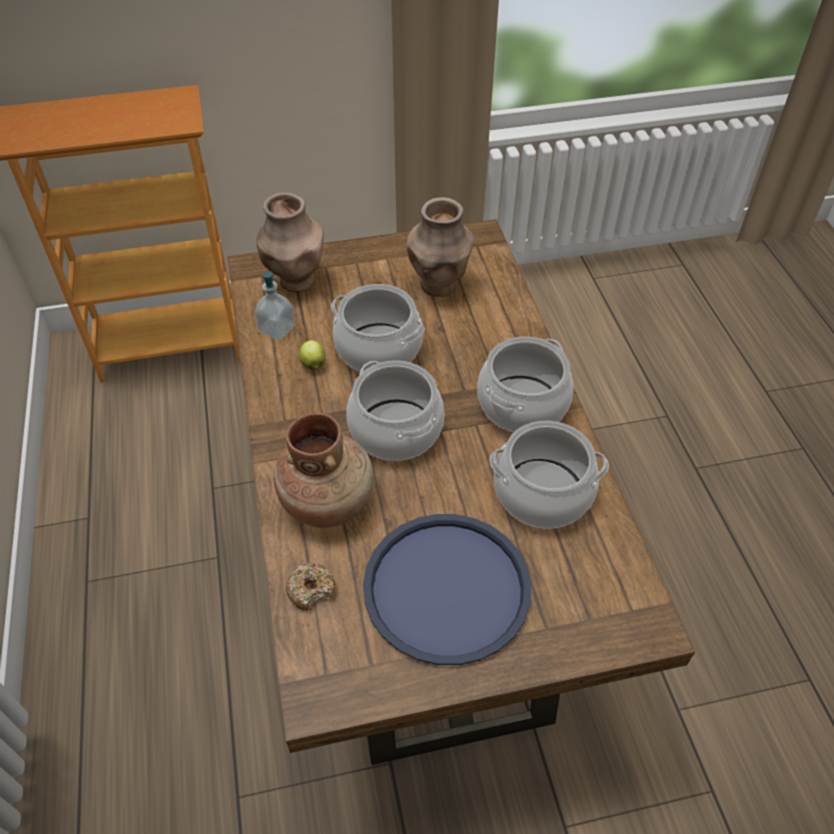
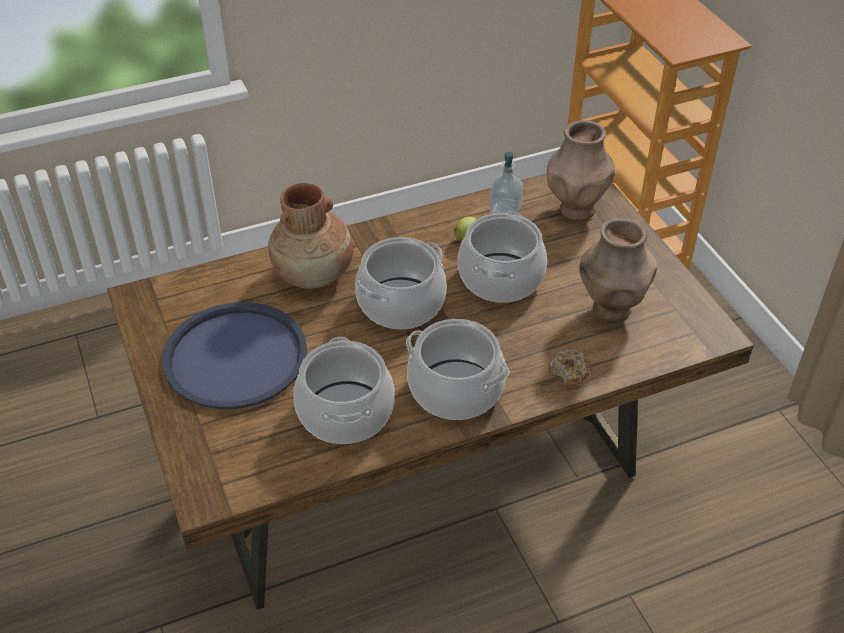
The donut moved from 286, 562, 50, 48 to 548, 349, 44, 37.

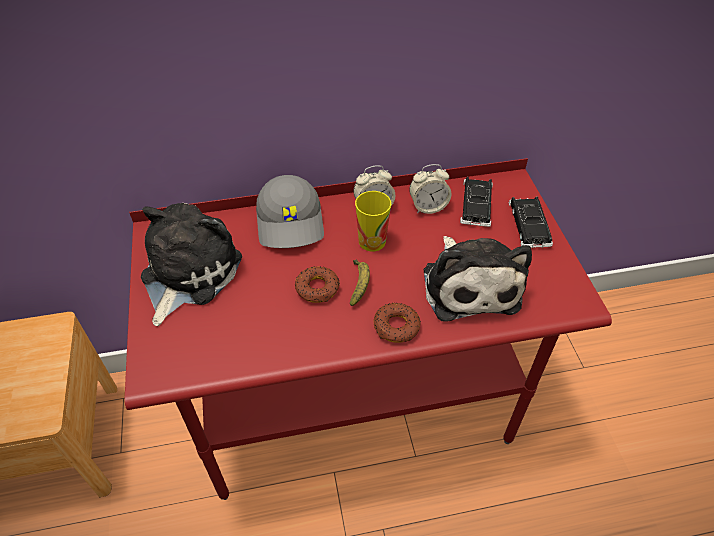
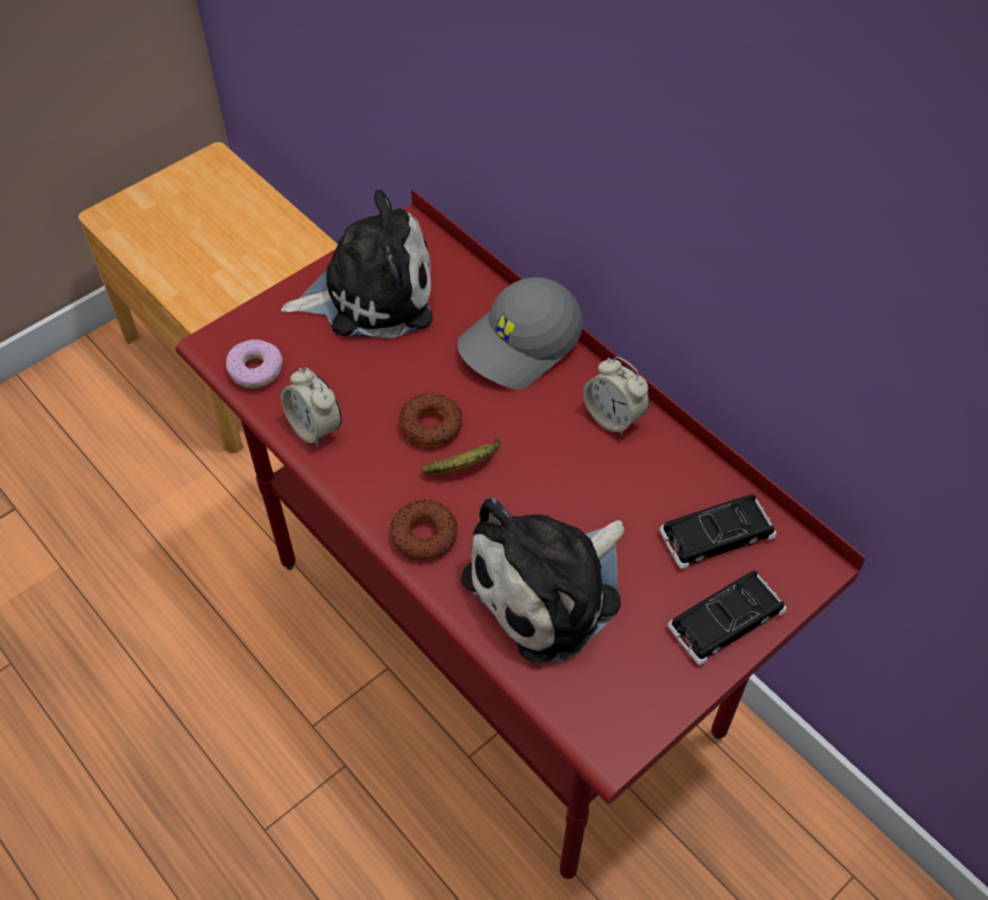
The donut at 226, 339, 57, 49 appeared.
The alarm clock moved from 409, 164, 42, 50 to 281, 367, 61, 80.
The cup at 355, 191, 36, 61 disappeared.

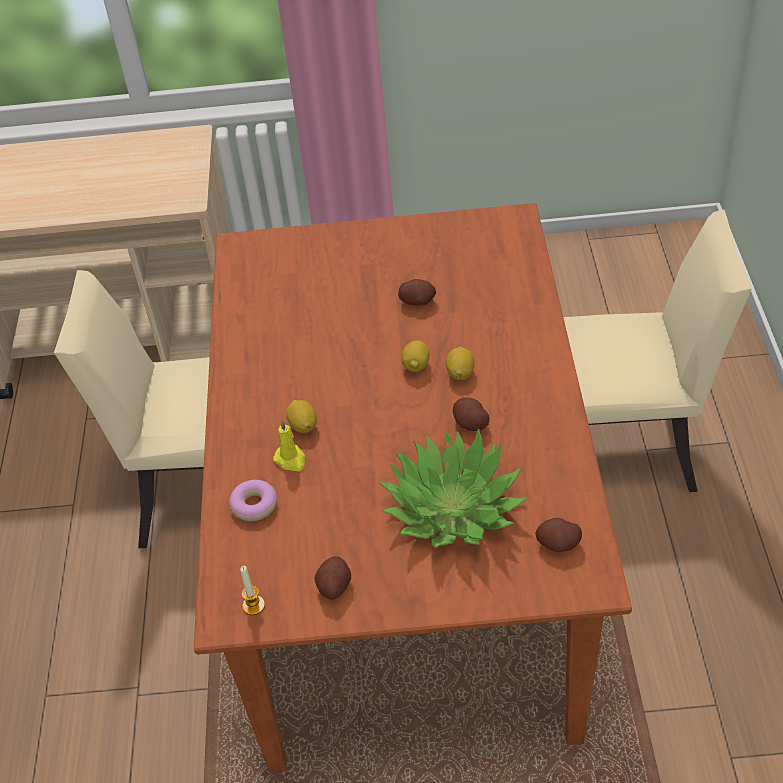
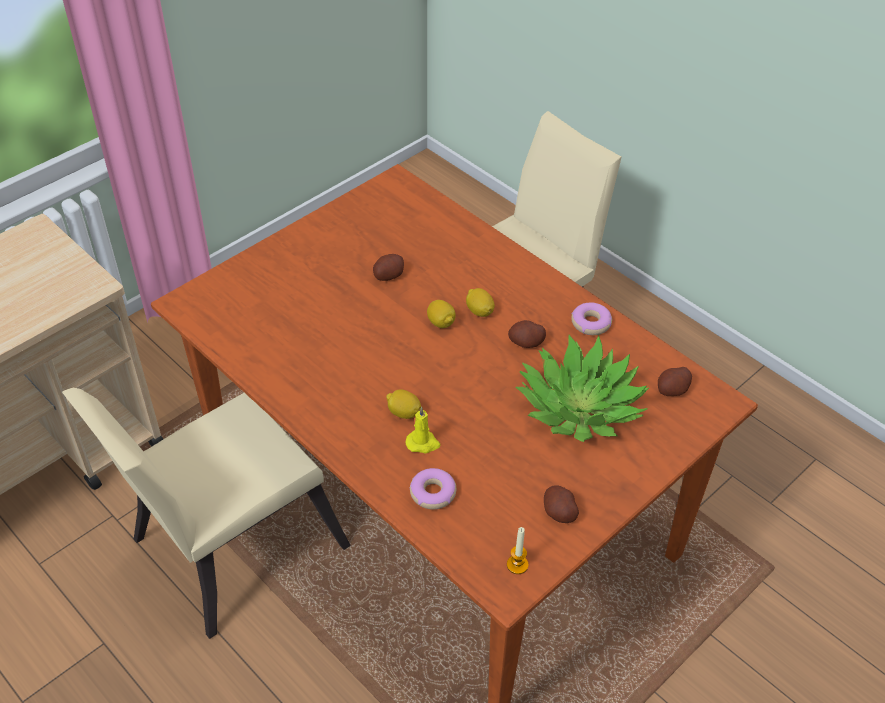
The donut at 571, 302, 41, 33 appeared.

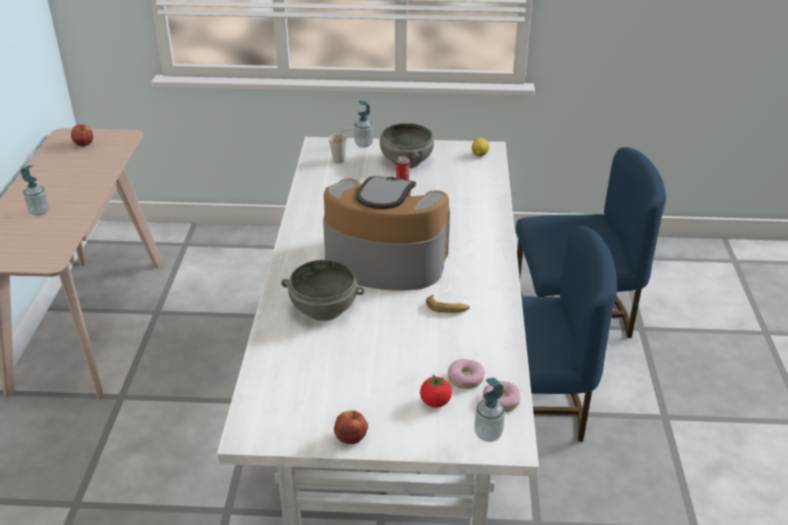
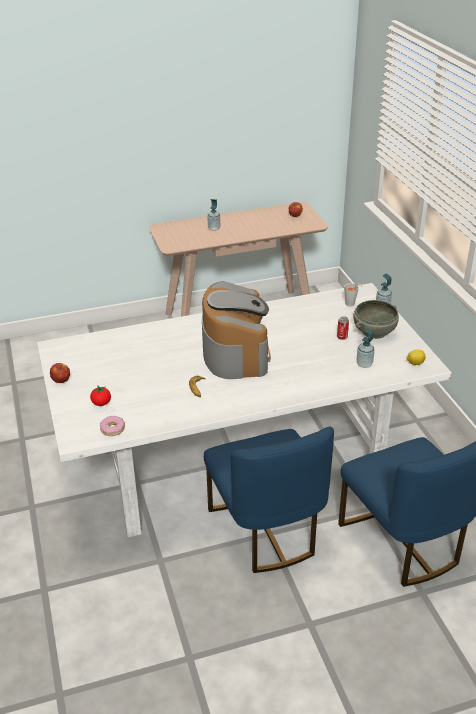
The soap dispenser moved from 474, 378, 31, 64 to 356, 327, 19, 41.
The grey bowl at 281, 260, 84, 61 disappeared.
The donut at 448, 359, 37, 30 disappeared.

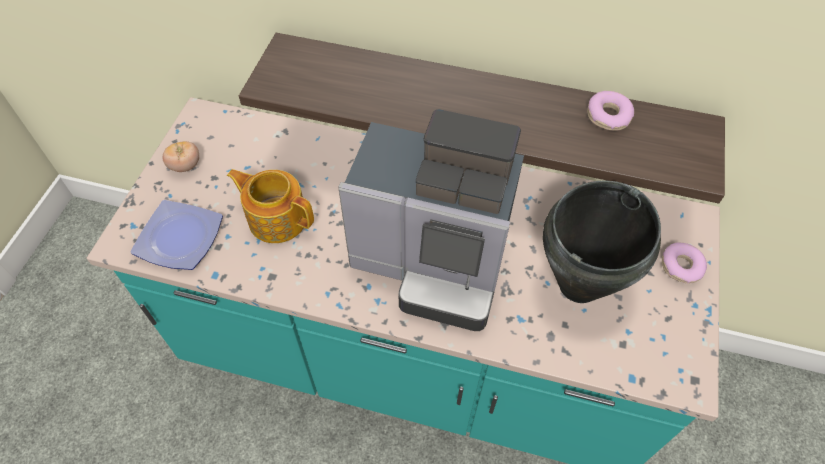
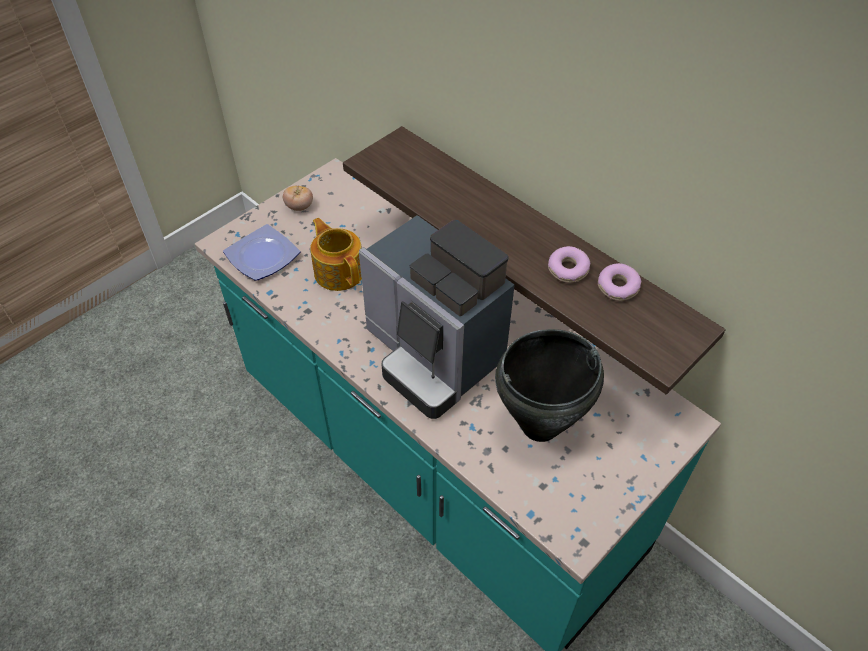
The donut moved from 662, 242, 45, 41 to 548, 246, 42, 37.

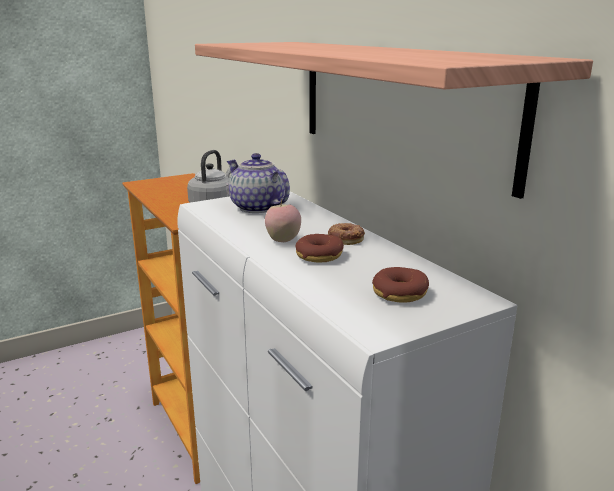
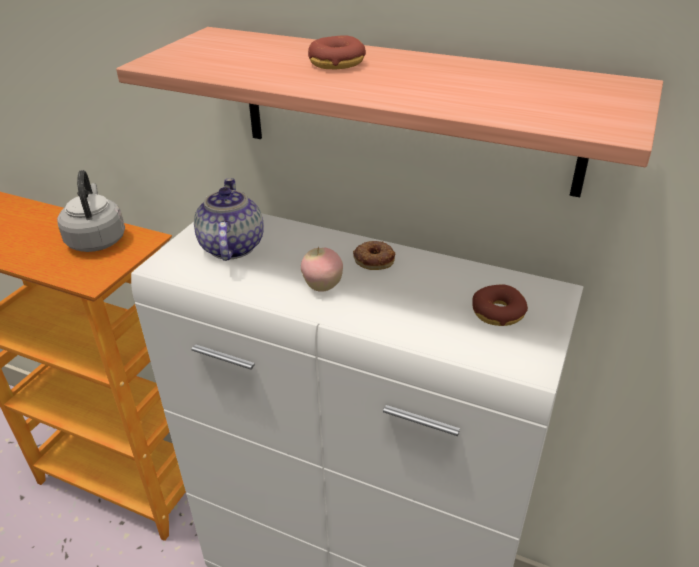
The teapot at 227, 153, 63, 60 turned 75 degrees clockwise.
The donut moved from 295, 234, 49, 29 to 308, 35, 58, 35.

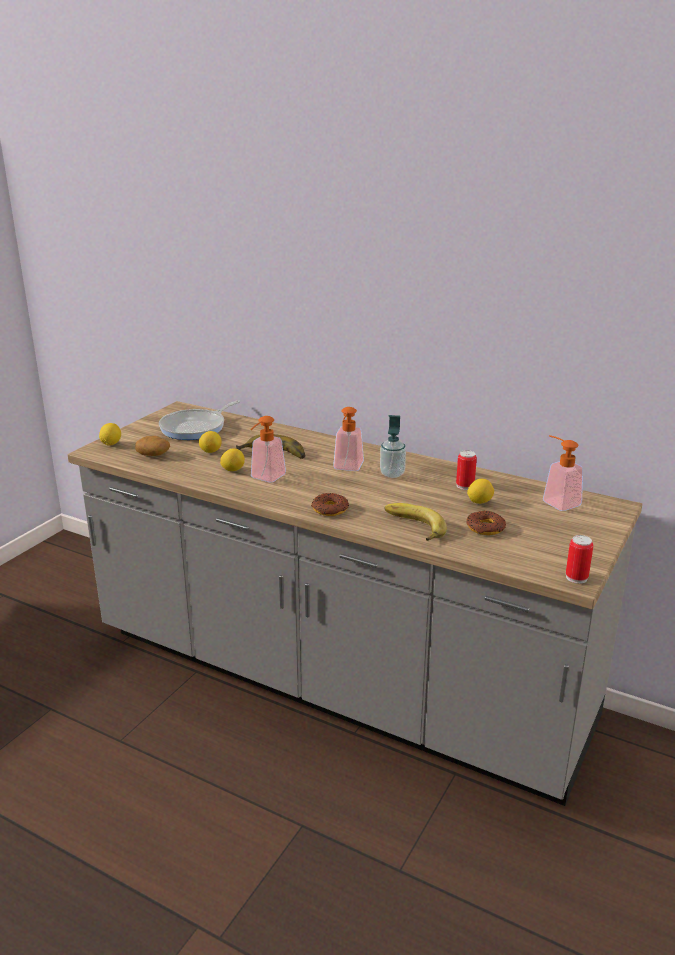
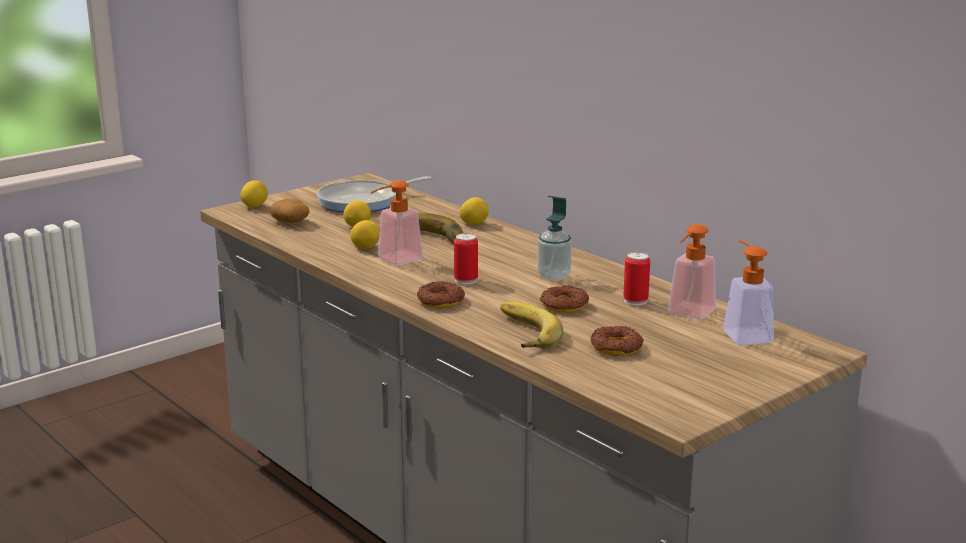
The can moved from 566, 535, 27, 49 to 454, 233, 24, 52.
The lemon moved from 467, 479, 27, 25 to 459, 197, 30, 28.
The donut at 540, 285, 49, 28 appeared.
The soap dispenser moved from 333, 407, 31, 64 to 668, 224, 48, 95.

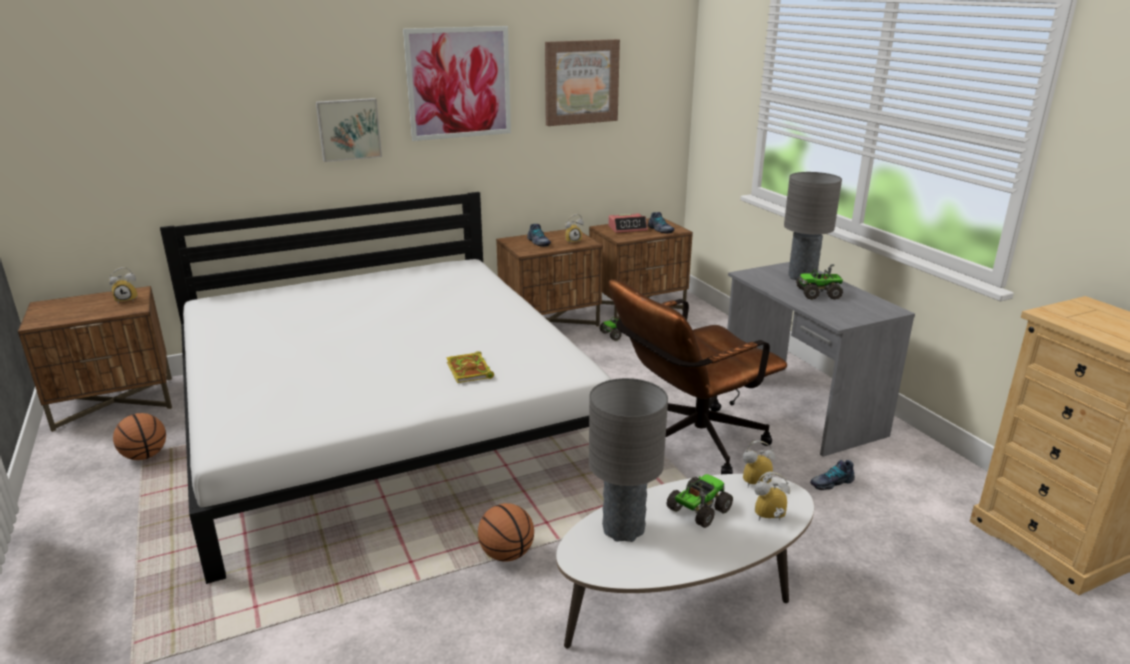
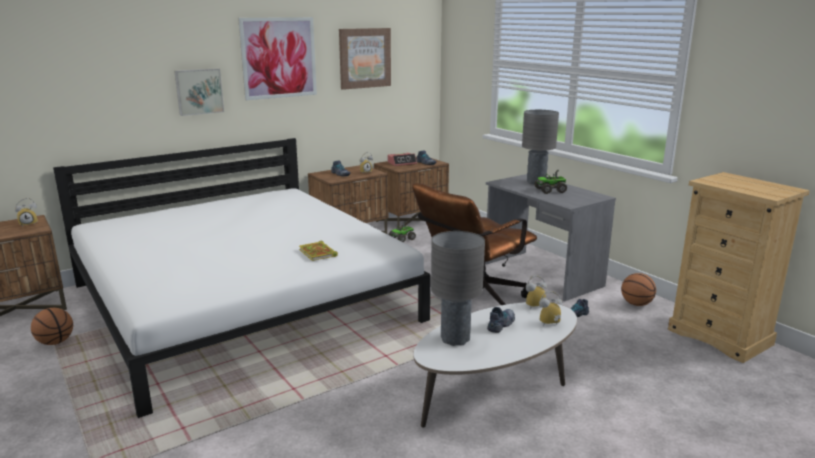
The toy truck at 667, 474, 66, 54 was replaced by the shoe at 487, 307, 28, 26.
The basketball moved from 478, 503, 56, 59 to 621, 273, 35, 33.

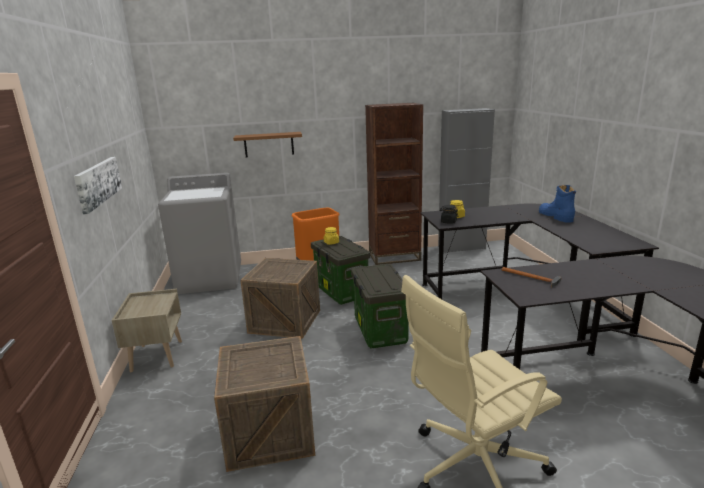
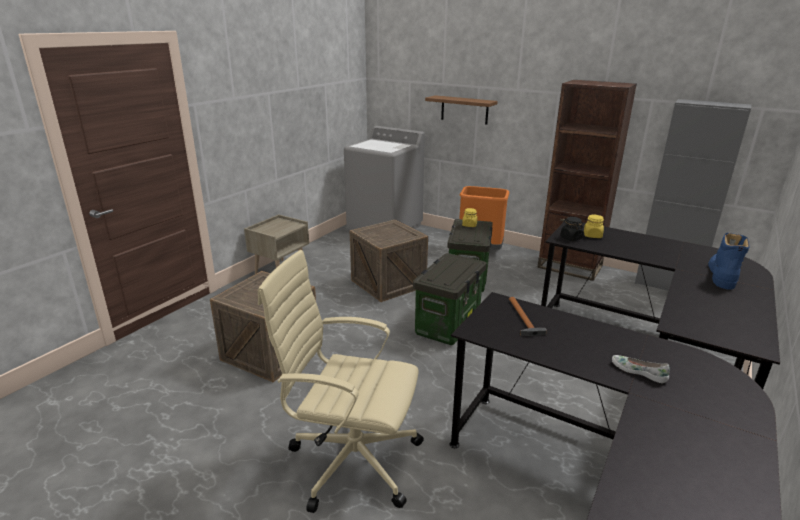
The white shoe at 612, 355, 58, 28 appeared.
The picture at 74, 157, 48, 57 disappeared.

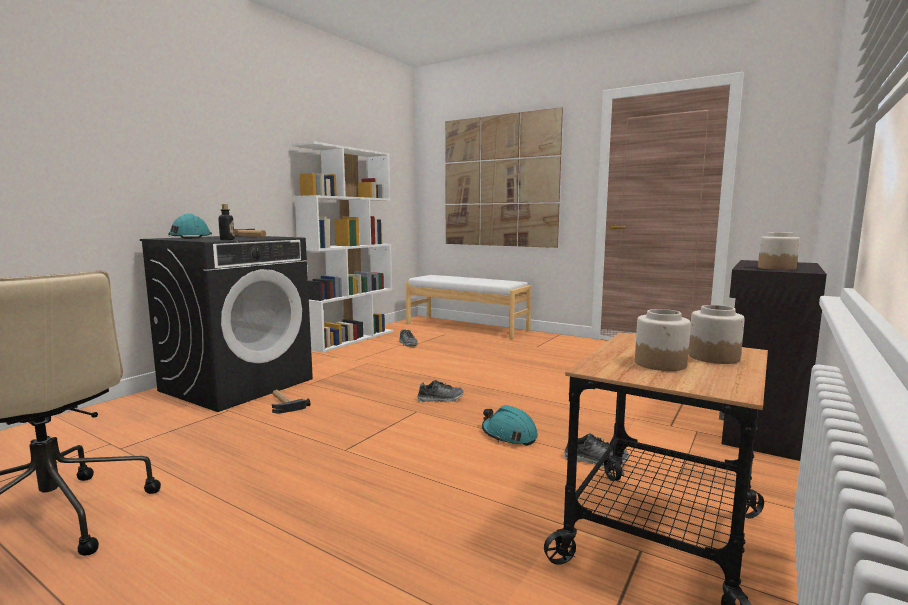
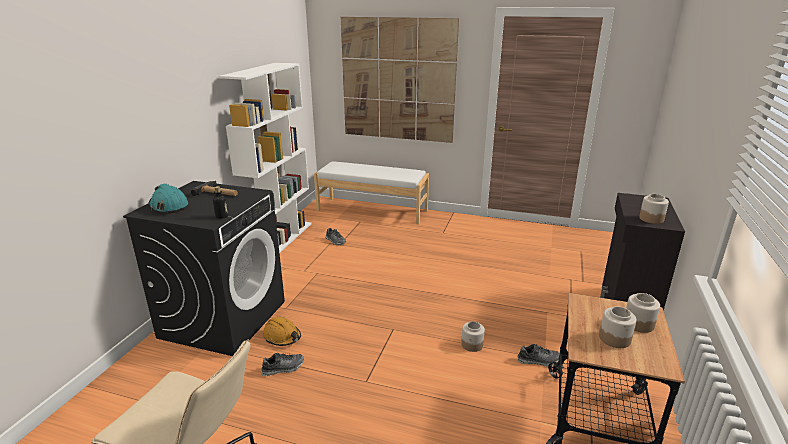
The shoe moved from 417, 380, 47, 22 to 261, 353, 43, 23.
The hammer at 272, 390, 38, 23 was replaced by the orange hard hat at 263, 317, 38, 29.
The turquoise hard hat at 482, 405, 56, 41 was replaced by the jar at 461, 321, 24, 31.

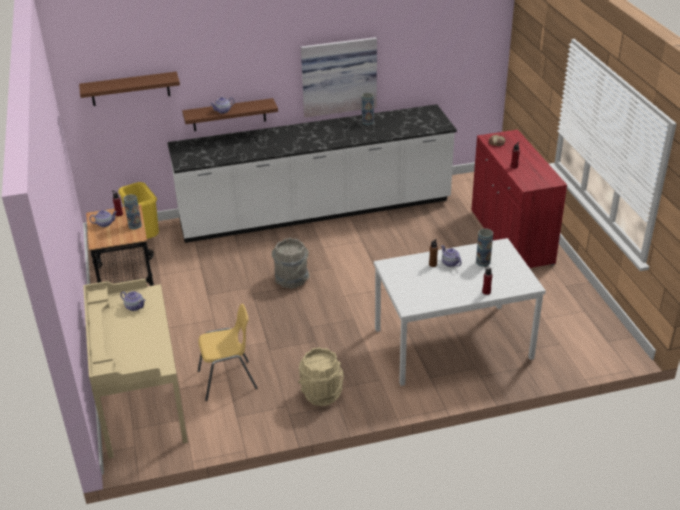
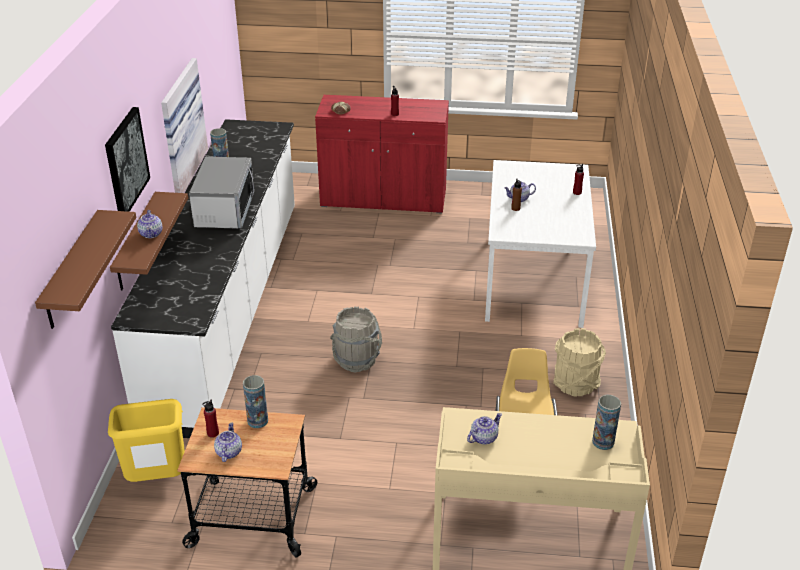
The picture at 105, 107, 45, 105 appeared.
The microwave at 189, 157, 65, 72 appeared.
The vase moved from 476, 228, 17, 39 to 592, 395, 29, 55.

